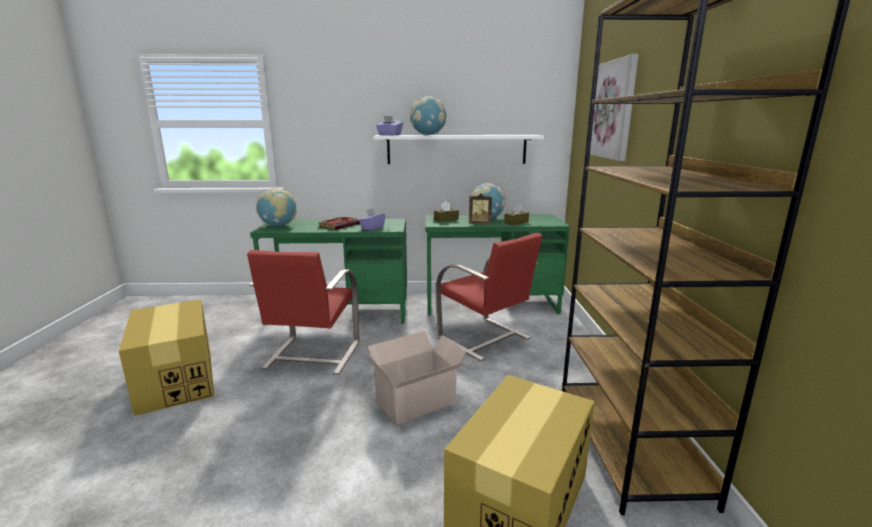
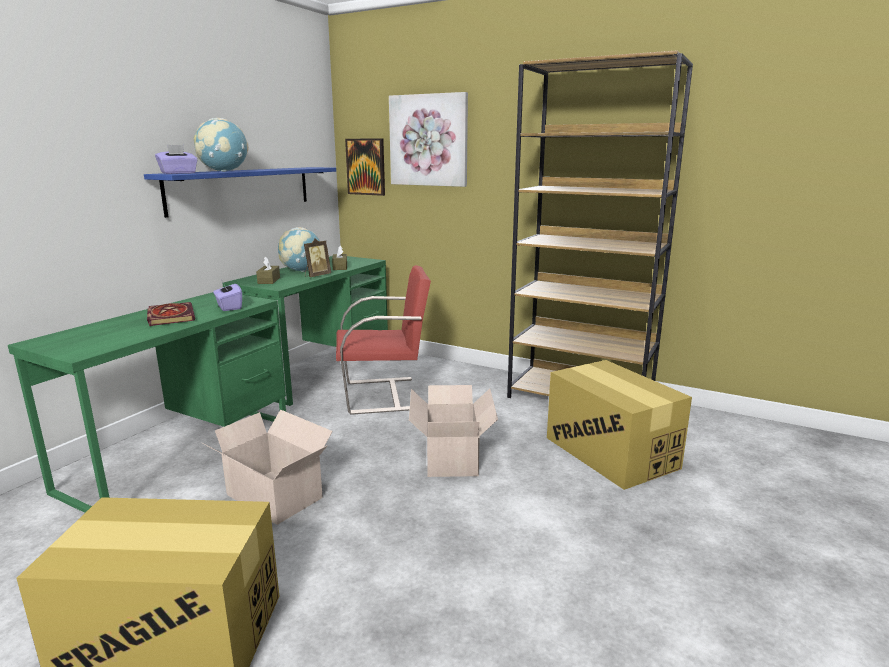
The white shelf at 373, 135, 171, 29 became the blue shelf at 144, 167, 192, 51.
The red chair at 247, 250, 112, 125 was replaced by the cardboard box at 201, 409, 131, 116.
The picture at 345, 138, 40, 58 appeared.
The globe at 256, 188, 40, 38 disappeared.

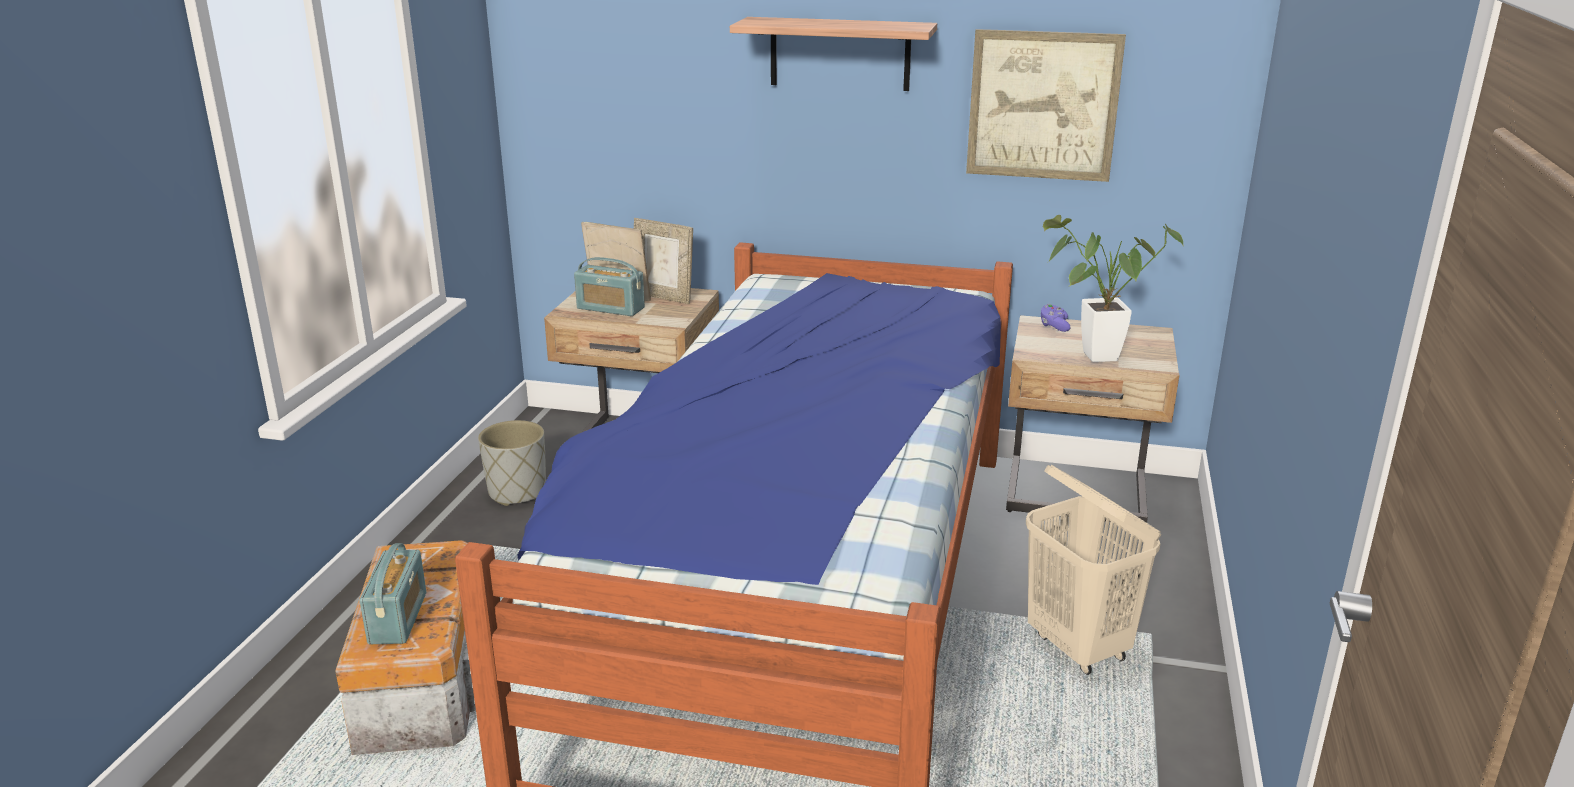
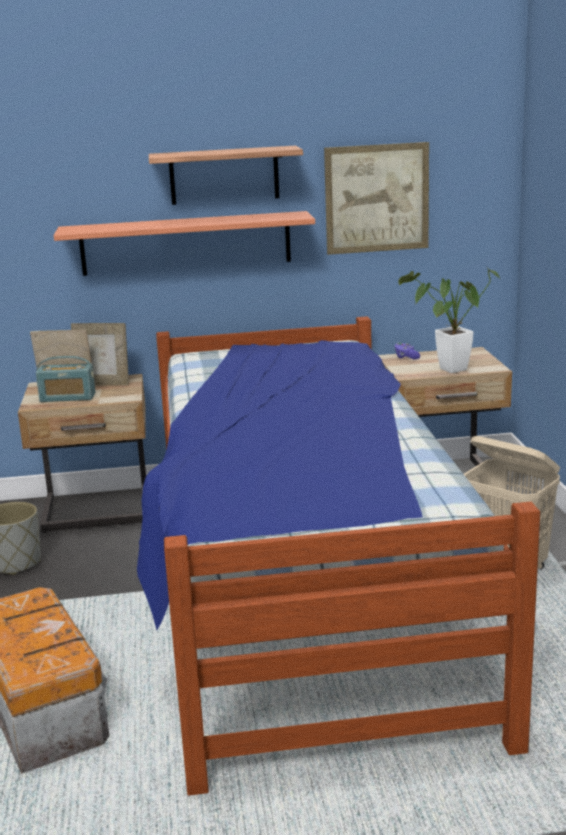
The shelf at 54, 211, 261, 65 appeared.
The radio at 360, 543, 66, 101 disappeared.

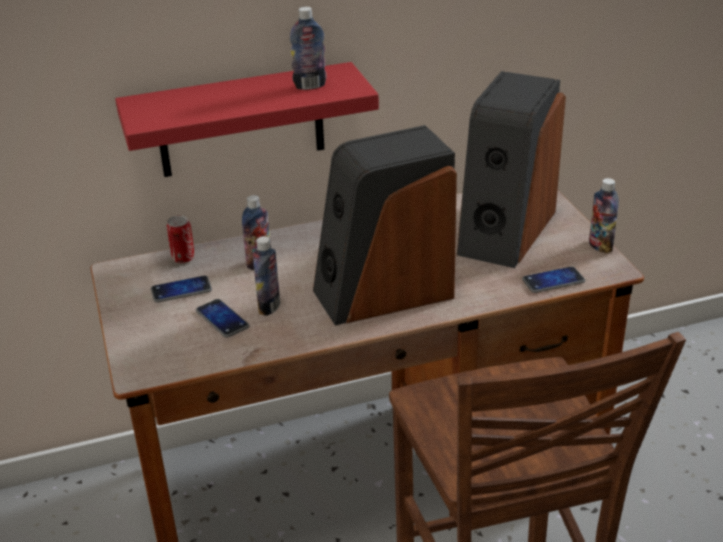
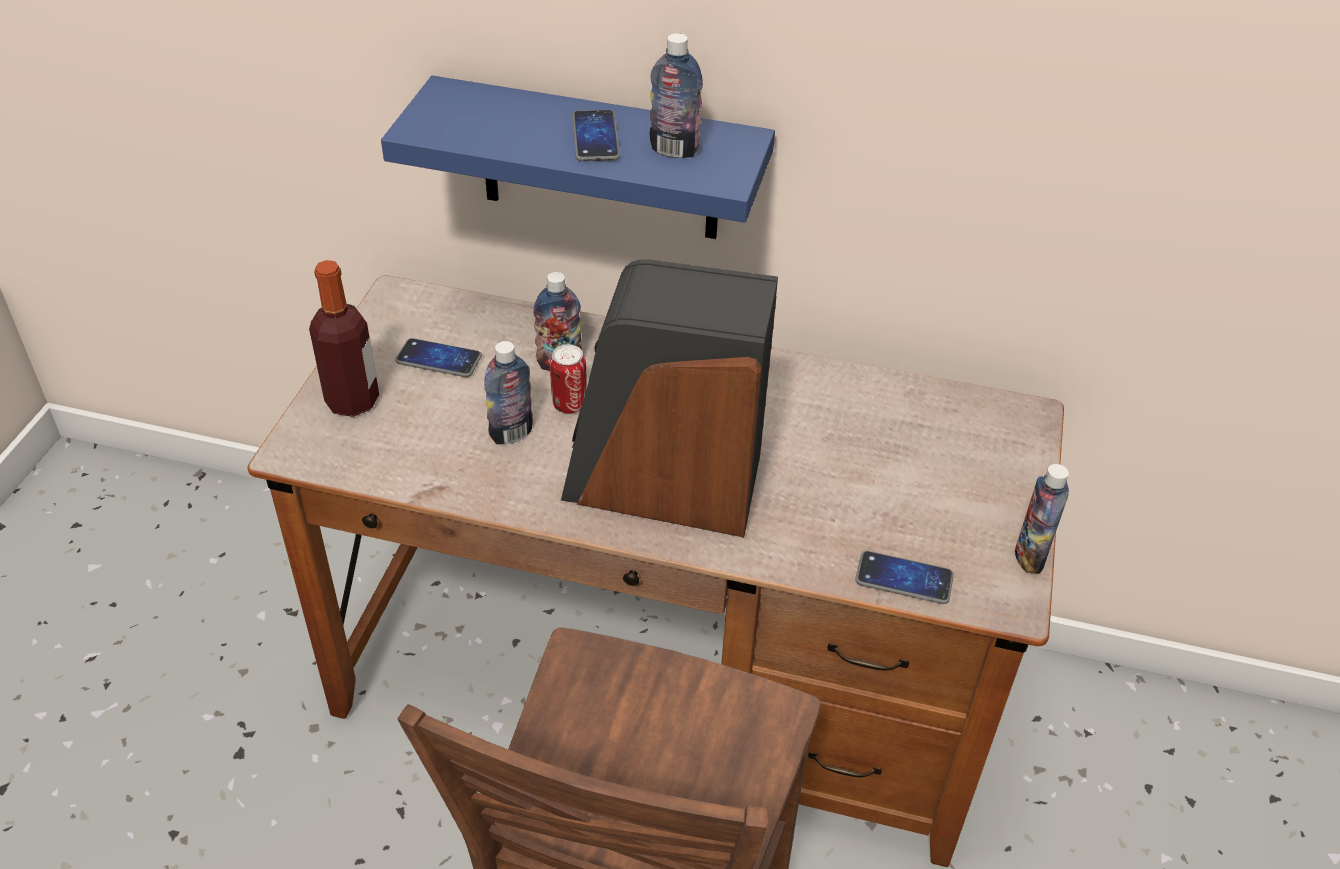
The bottle at 309, 260, 70, 157 appeared.
The red shelf at 115, 62, 264, 115 became the blue shelf at 381, 76, 394, 163.
The can moved from 167, 215, 27, 48 to 550, 344, 37, 69.
The phone moved from 196, 299, 53, 39 to 572, 110, 48, 52.
The speaker at 457, 71, 109, 197 disappeared.

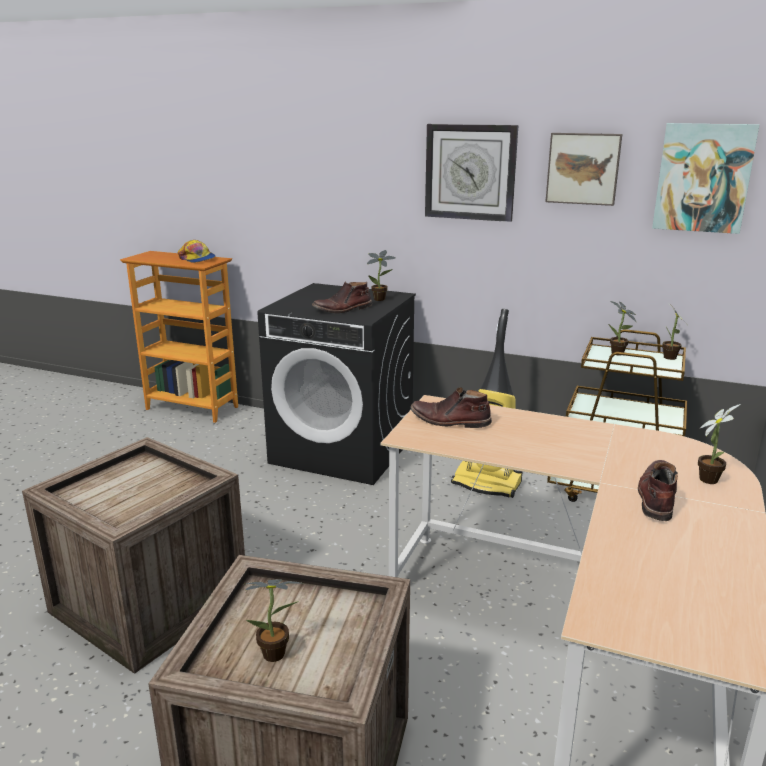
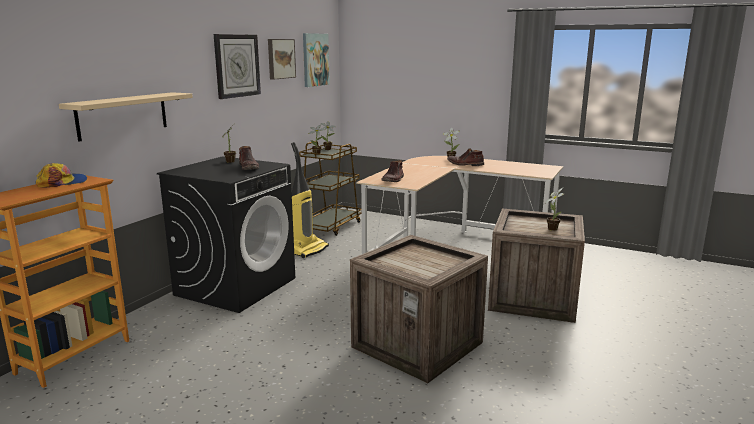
The beige shelf at 59, 92, 134, 49 appeared.

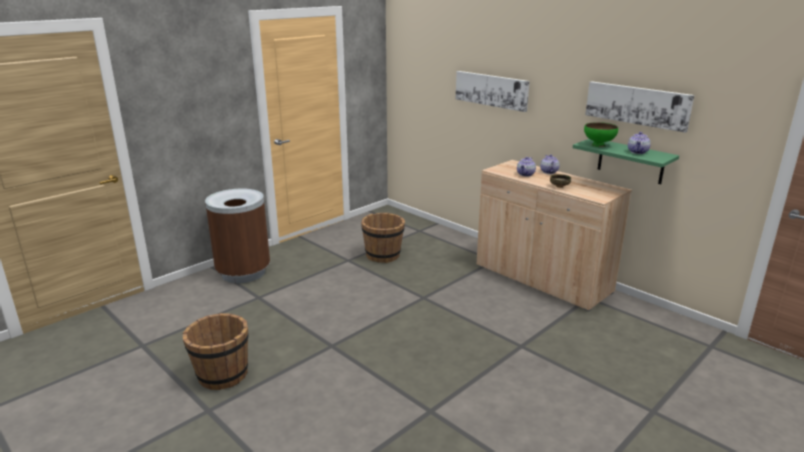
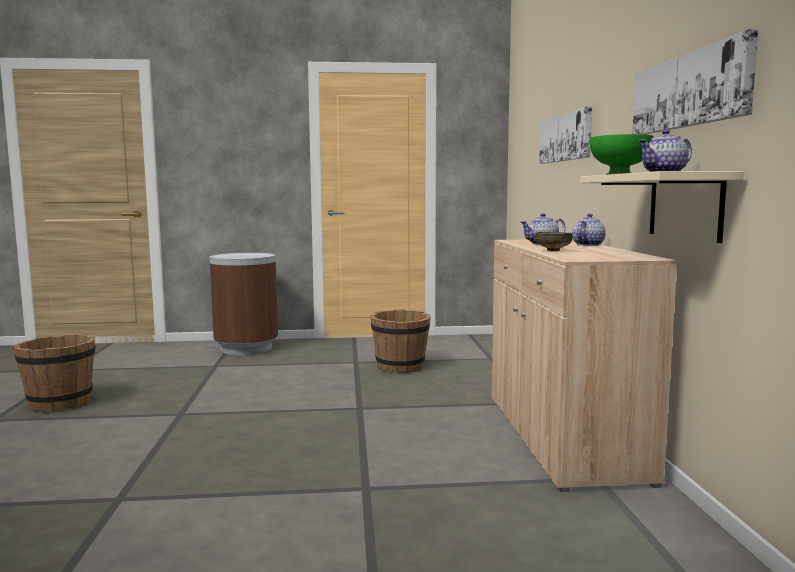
The green shelf at 573, 139, 106, 45 became the beige shelf at 580, 171, 163, 72.

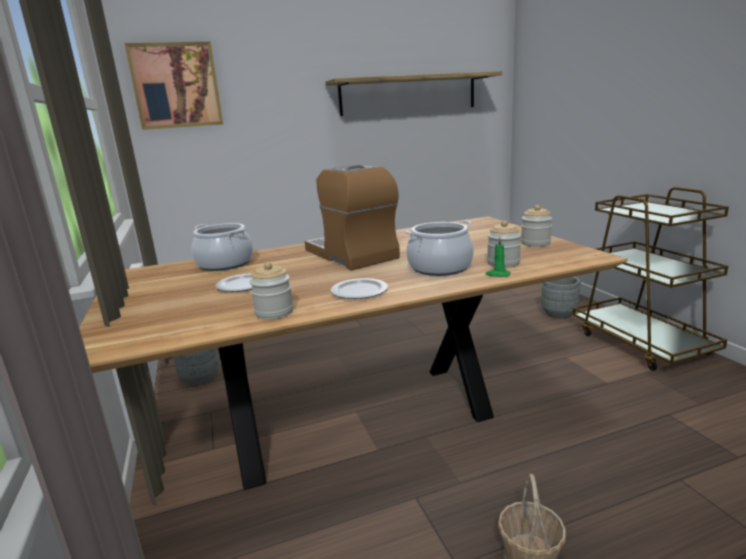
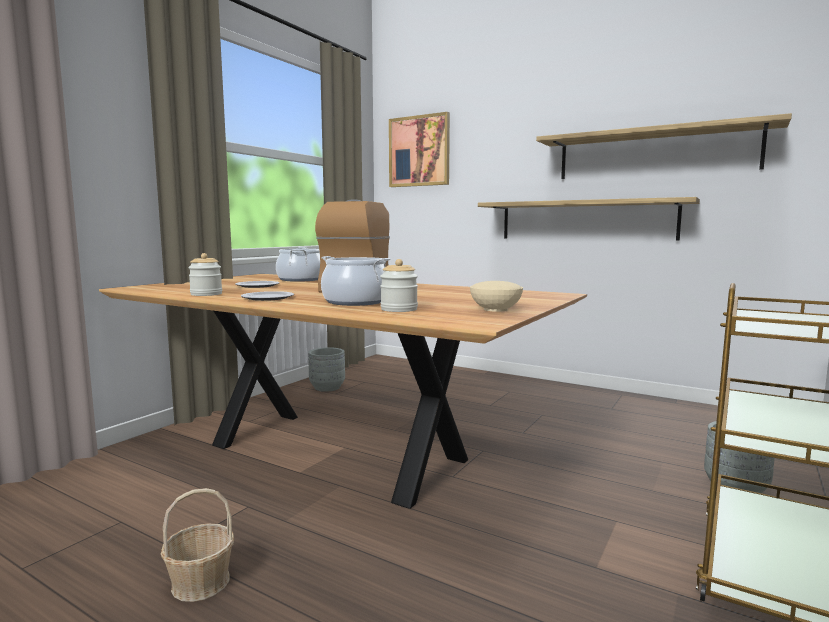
The jar at 521, 205, 31, 42 was replaced by the beige bowl at 470, 281, 53, 31.
The shelf at 478, 197, 222, 43 appeared.
The green candle at 486, 237, 25, 40 disappeared.

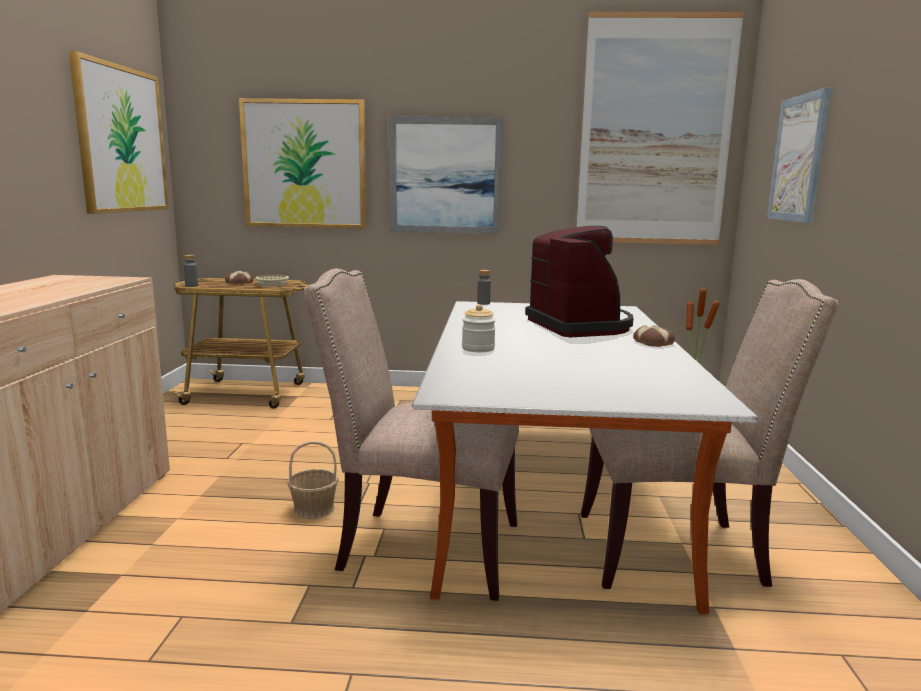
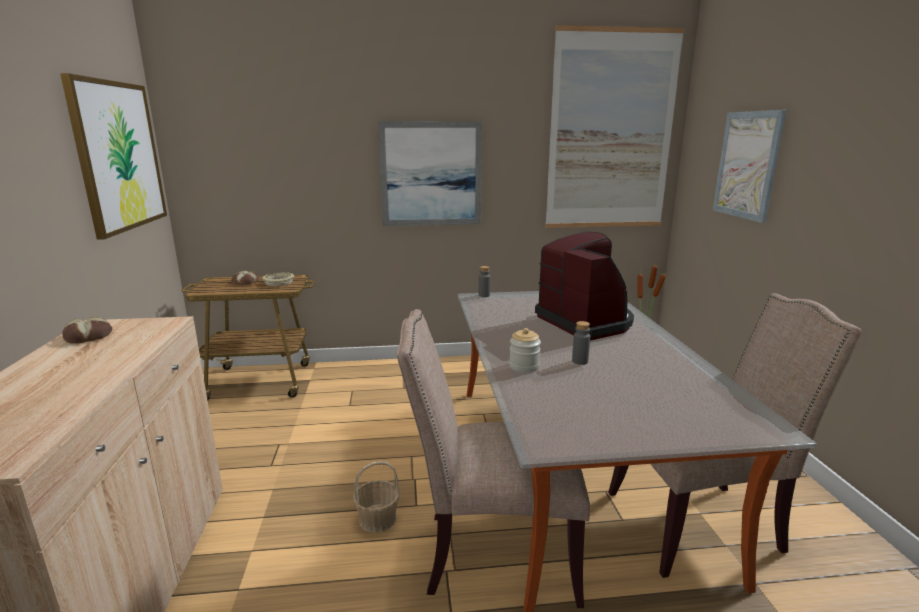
The bread moved from 633, 325, 42, 22 to 62, 317, 50, 27.
The grey bottle moved from 184, 255, 14, 32 to 572, 321, 18, 44.
The picture at 239, 98, 128, 131 disappeared.

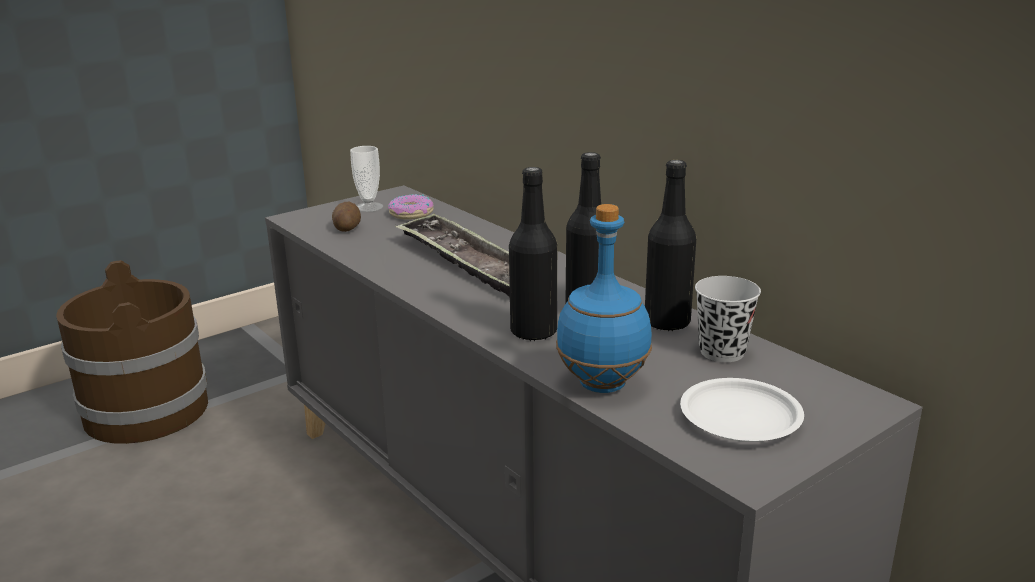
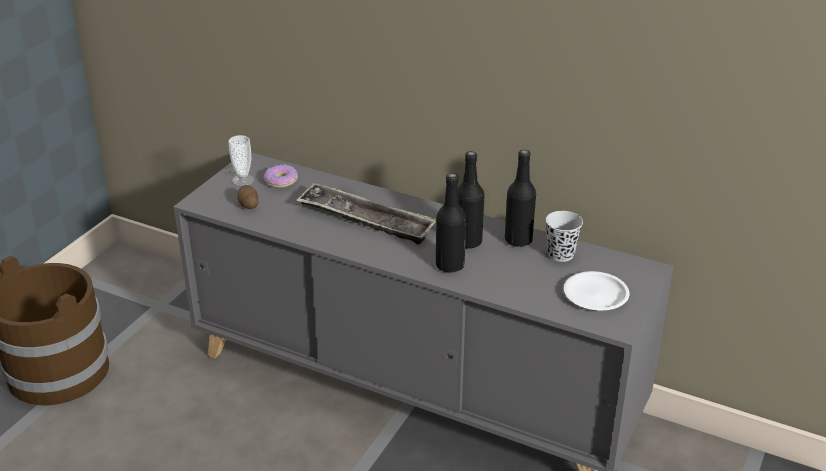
The blue bottle at 556, 204, 96, 189 disappeared.

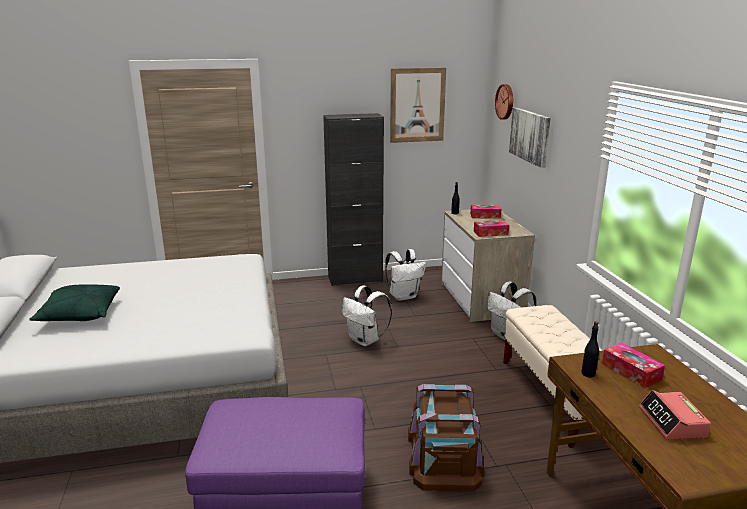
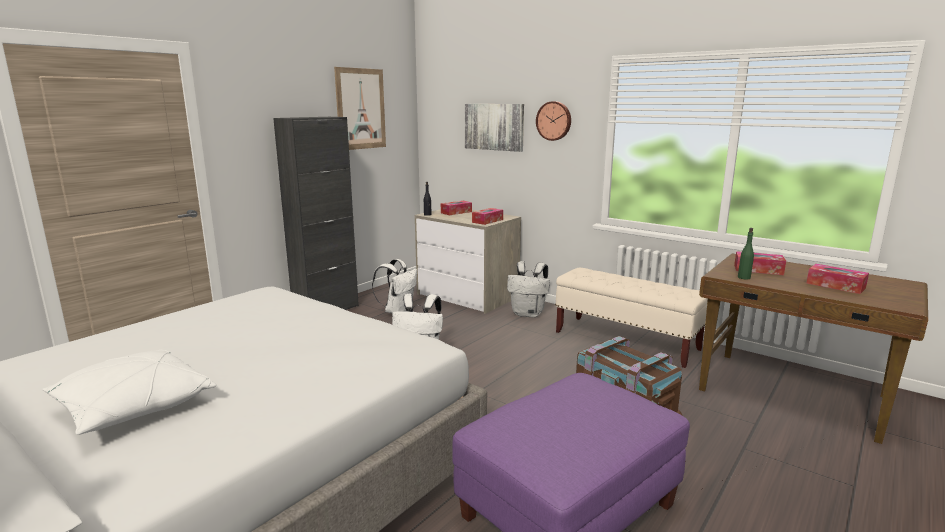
The green pillow at 29, 284, 91, 37 became the white pillow at 42, 350, 174, 85.
The wall clock moved from 495, 84, 18, 36 to 536, 101, 35, 40.
The black bottle at 581, 322, 18, 55 became the green bottle at 738, 228, 16, 52.
The alarm clock at 639, 390, 72, 50 was replaced by the tissue box at 807, 264, 62, 30.

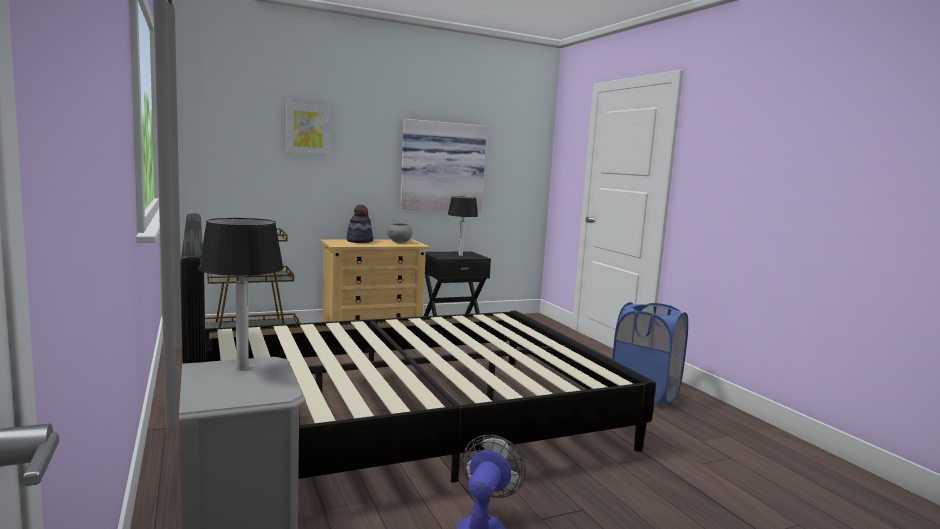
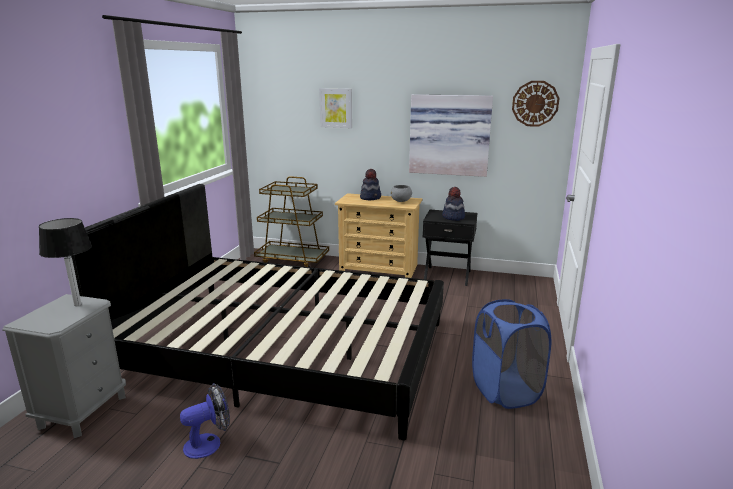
The table lamp at 448, 196, 30, 60 was replaced by the hat at 442, 187, 23, 34.
The wall clock at 512, 81, 48, 46 appeared.

